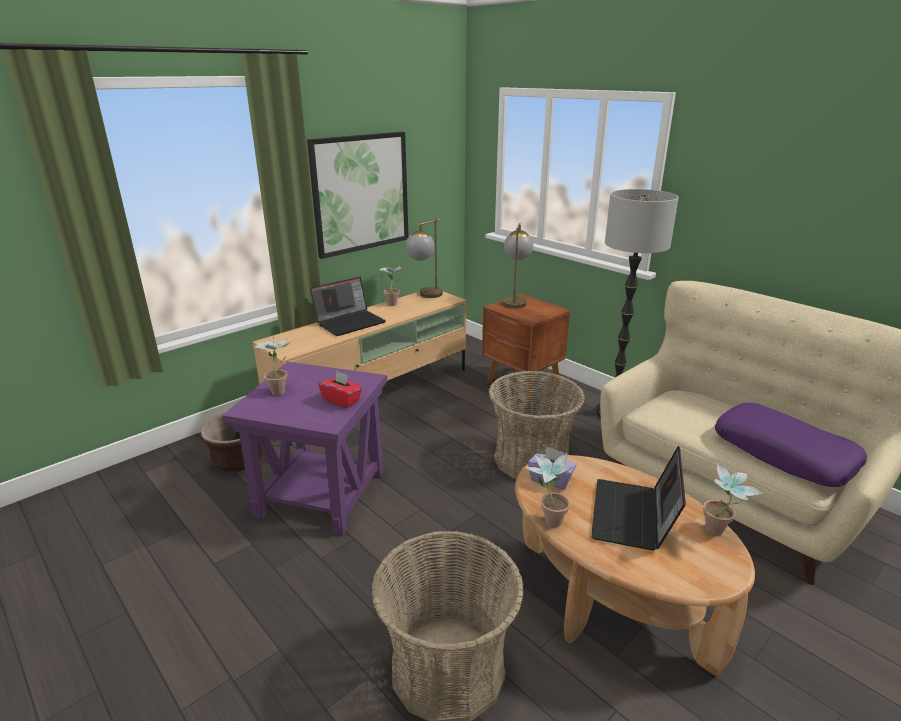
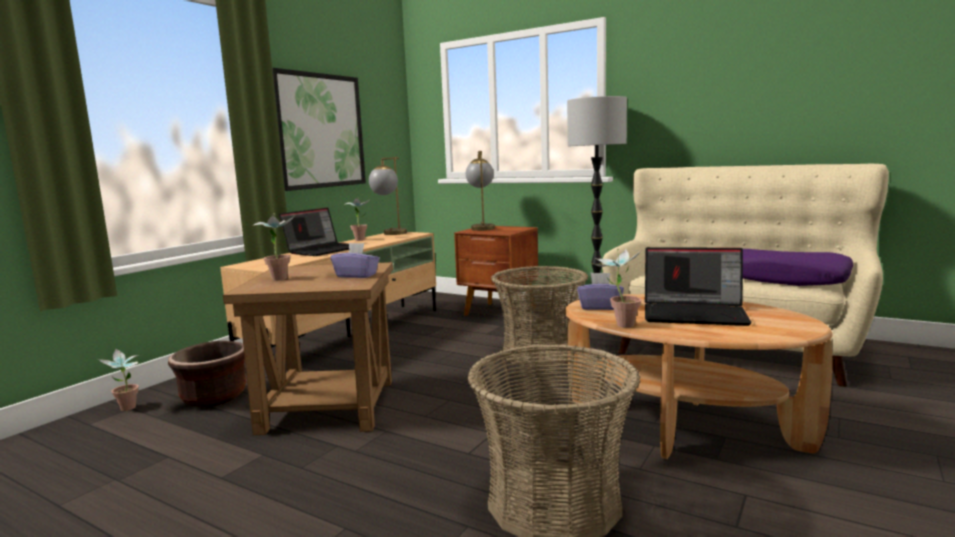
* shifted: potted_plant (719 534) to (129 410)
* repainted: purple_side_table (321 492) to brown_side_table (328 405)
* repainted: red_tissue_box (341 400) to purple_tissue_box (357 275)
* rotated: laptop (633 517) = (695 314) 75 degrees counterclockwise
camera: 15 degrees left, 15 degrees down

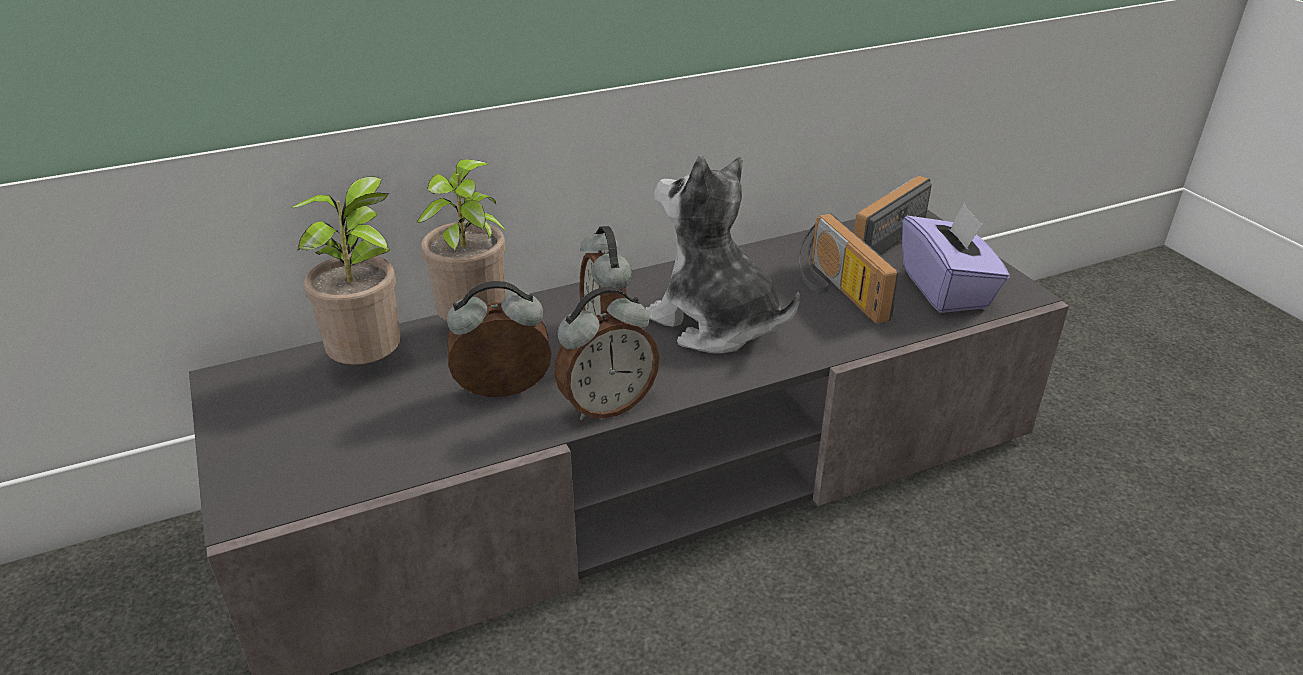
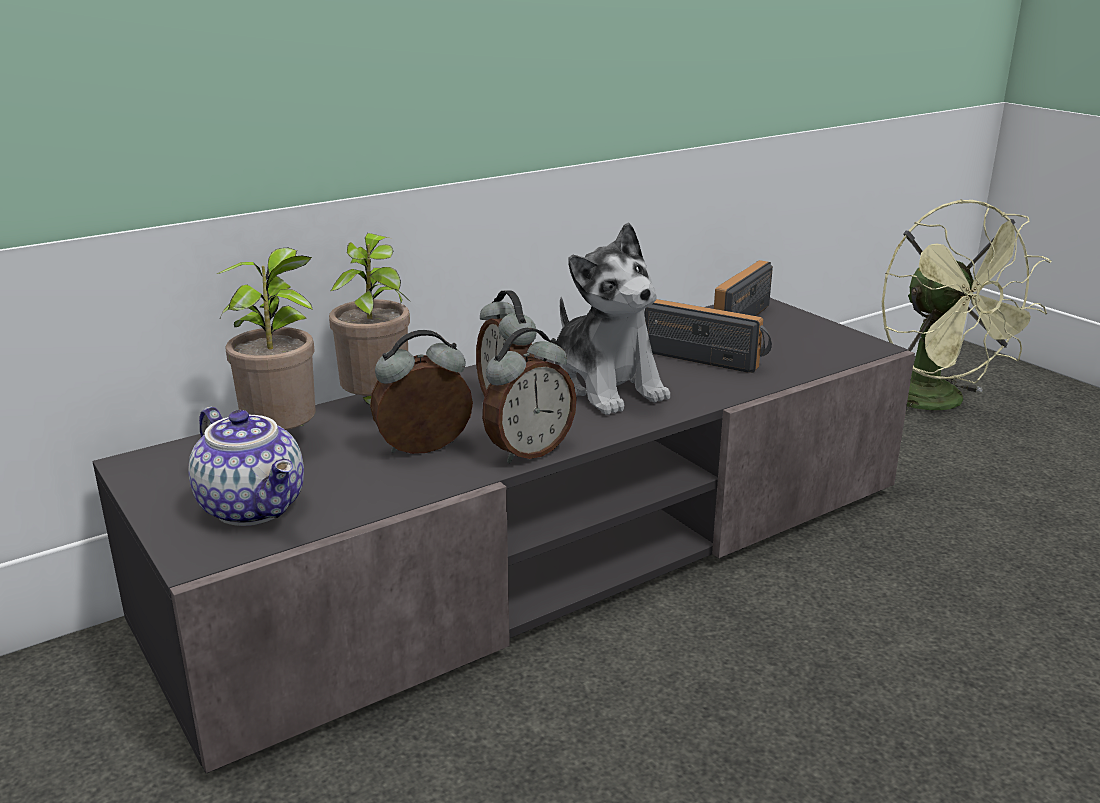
* gone: purple_tissue_box (946 289)
* new: teapot (255 507)
* new: green_fan (938 403)
* rotated: plush_toy (714 323) = (605 386) 150 degrees counterclockwise
* rotated: radio (836 291) = (708 356) 150 degrees clockwise
camera: 10 degrees left, 10 degrees down

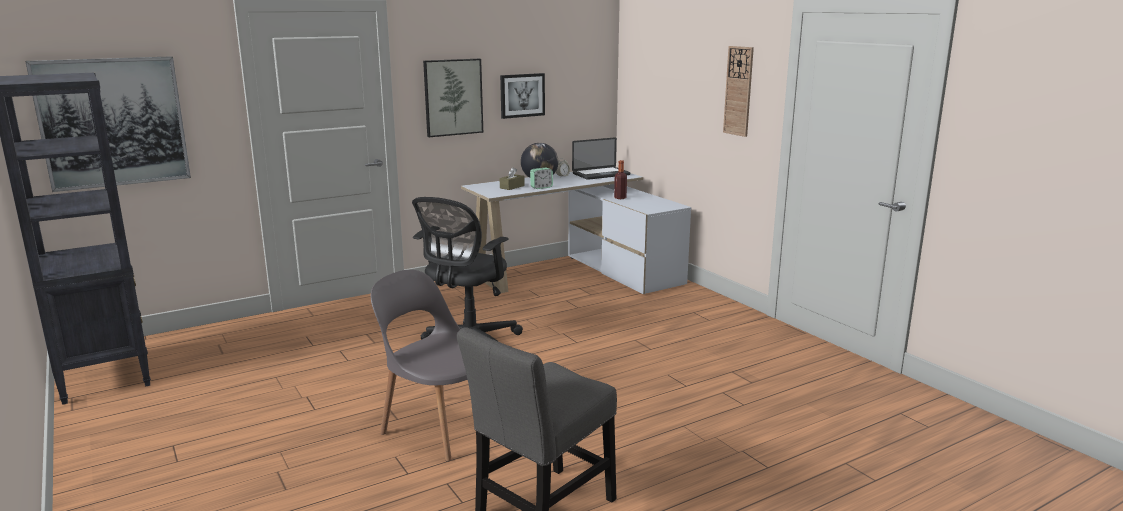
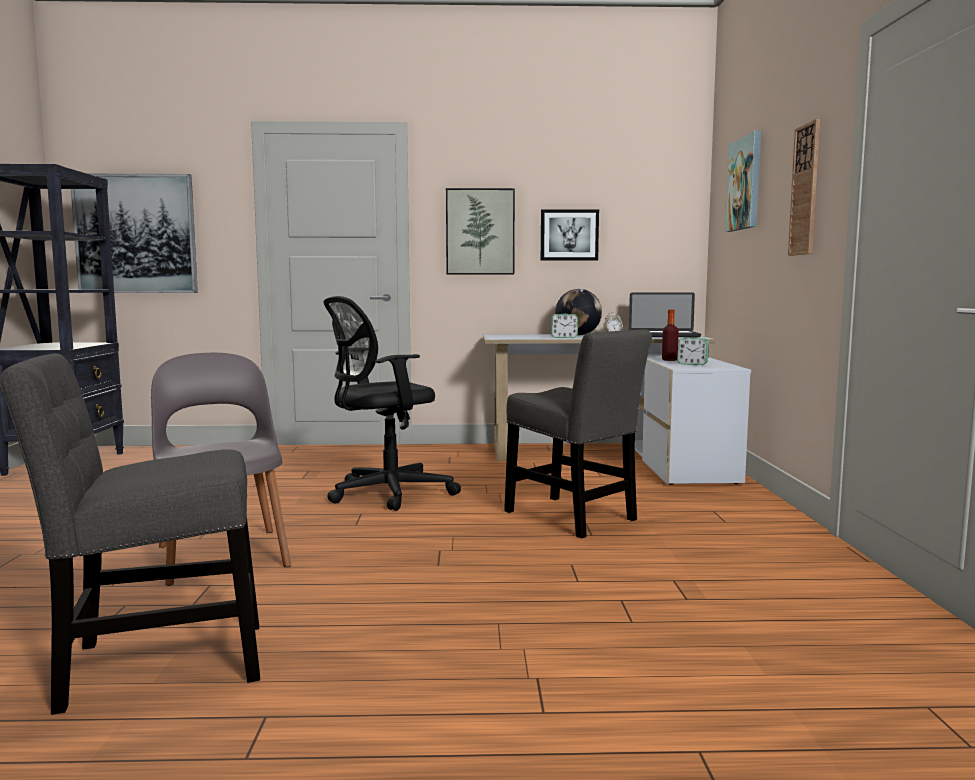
* gone: brown_tissue_box (512 187)
* new: grey_chair (574 518)
* new: alarm_clock (692 364)
* new: picture (745 184)
camera: 30 degrees right, 10 degrees down

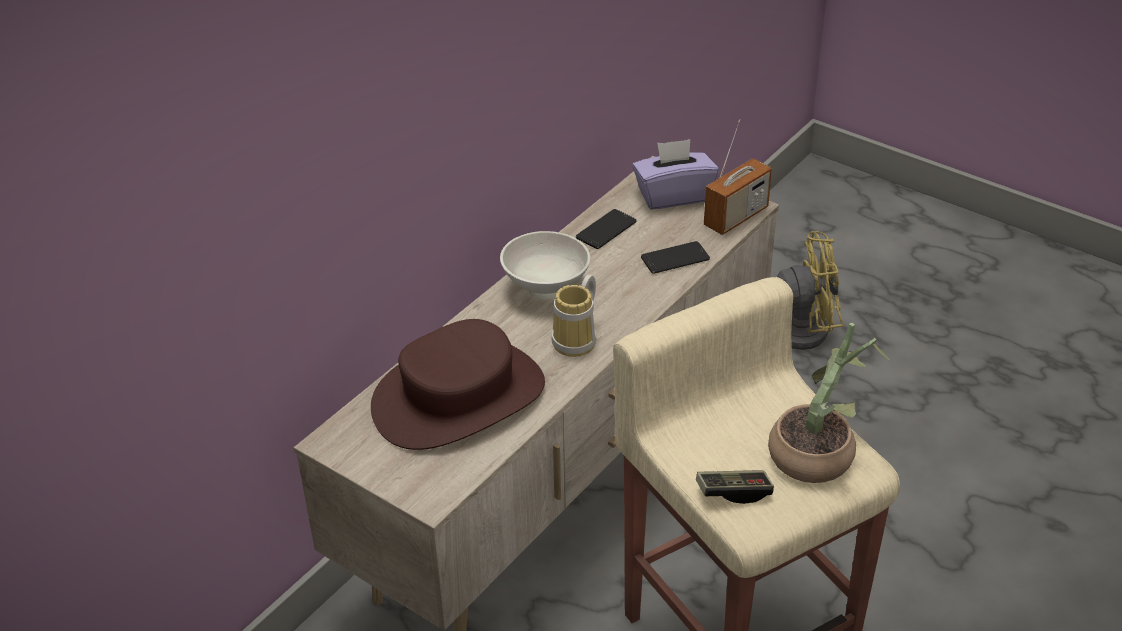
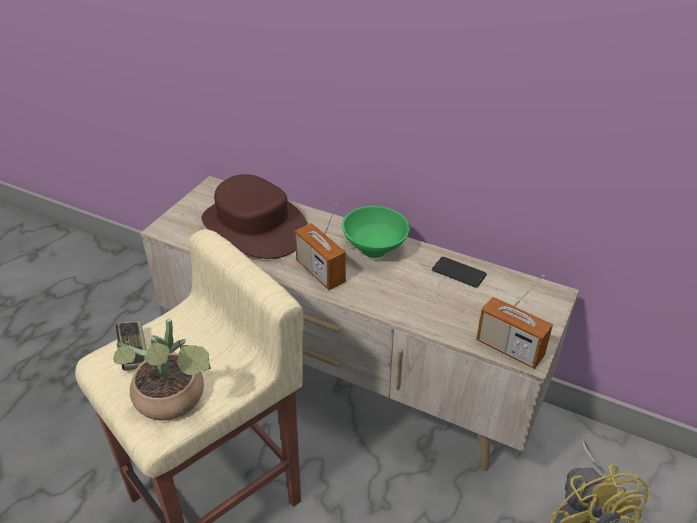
* gone: purple_tissue_box (673 195)
* gone: phone (675 258)
* swapped: mug (579 340) to radio (320 272)
* repainted: white_bowl (544 288) to green_bowl (375 249)
camera: 80 degrees right, 0 degrees up

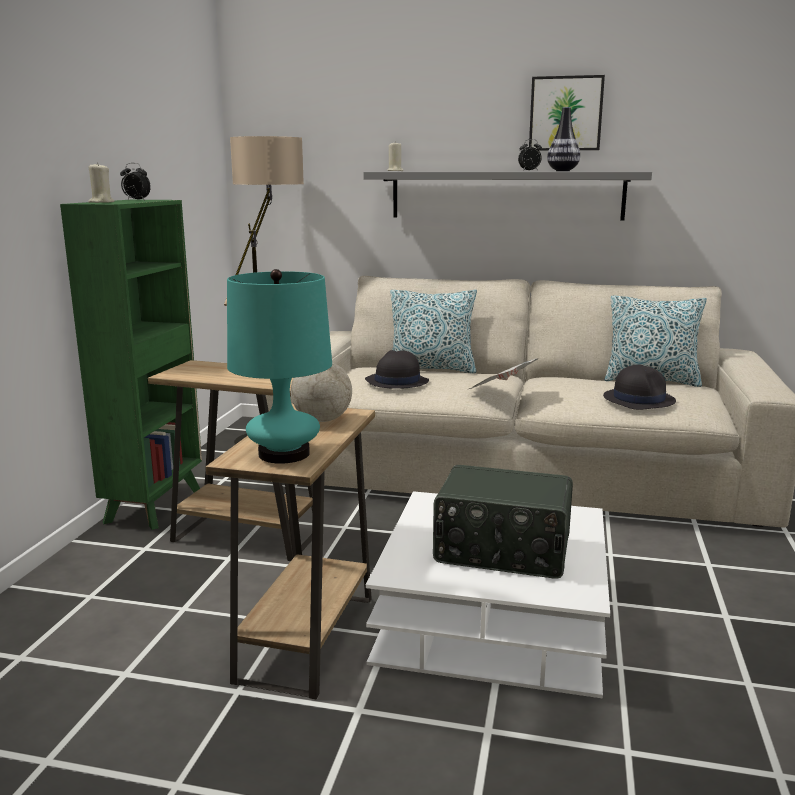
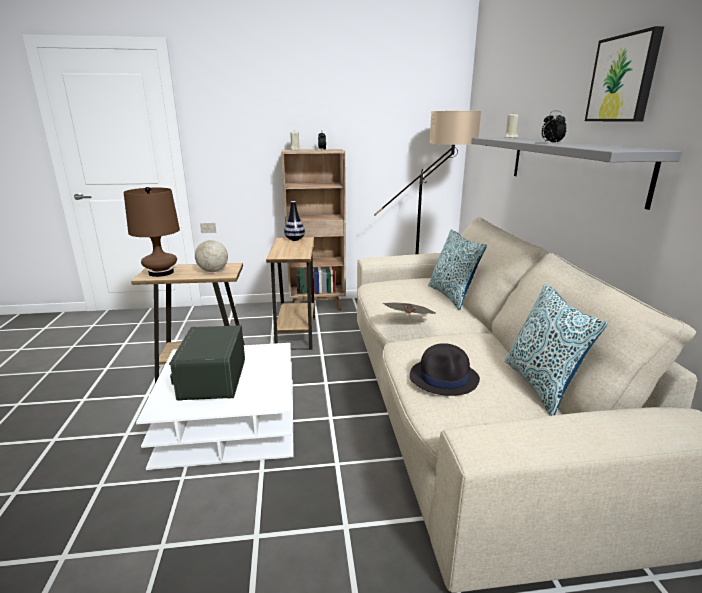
* gone: black_hat (396 381)
* shifted: vase (562 171) to (295 239)
* repainted: green_bookcase (156 505) to brown_bookcase (317 306)
* repainted: turquoise_table_lamp (284 454) to brown_table_lamp (161 272)
camera: 70 degrees right, 5 degrees up

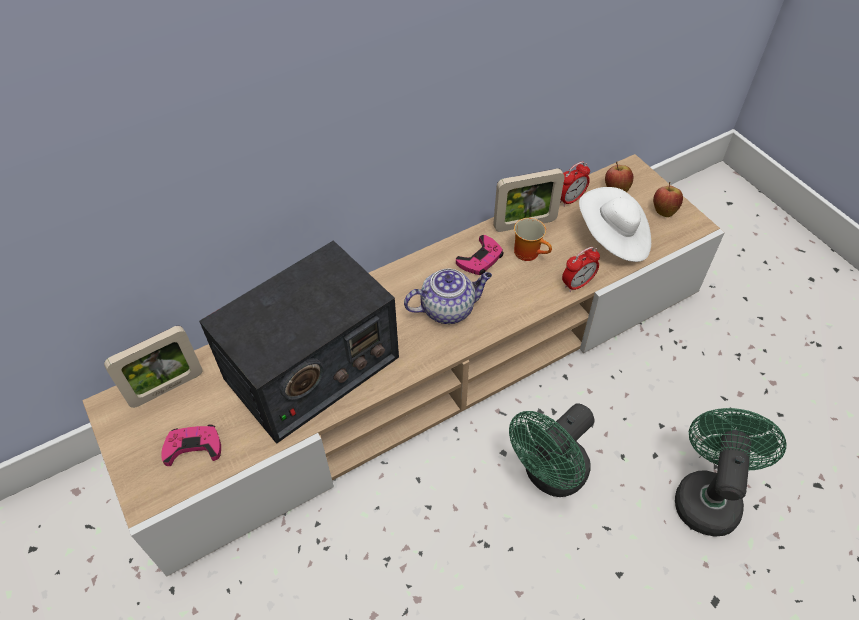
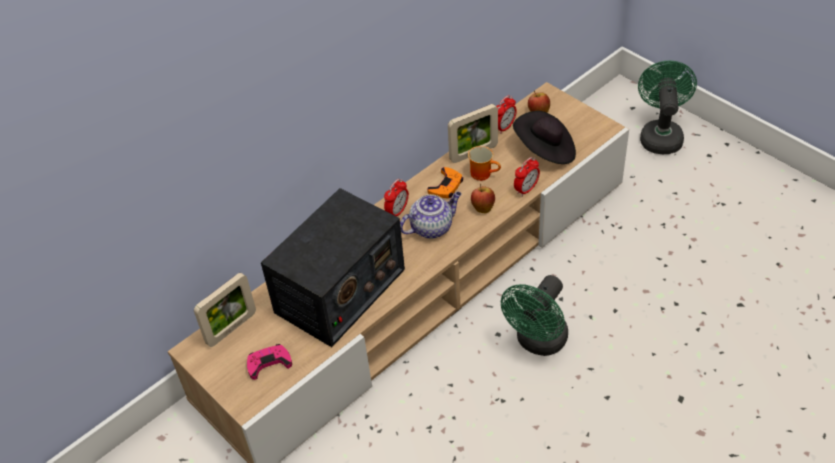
* new: alarm_clock (397 211)
* shifted: apple (664 210) to (483 208)
* shifted: green_fan (707 494) to (660 135)
* repainted: pink_game_controller (480 259) to orange_game_controller (446 186)
* repainted: white_hat (613 239) to black_hat (545 150)
camera: 10 degrees left, 5 degrees down

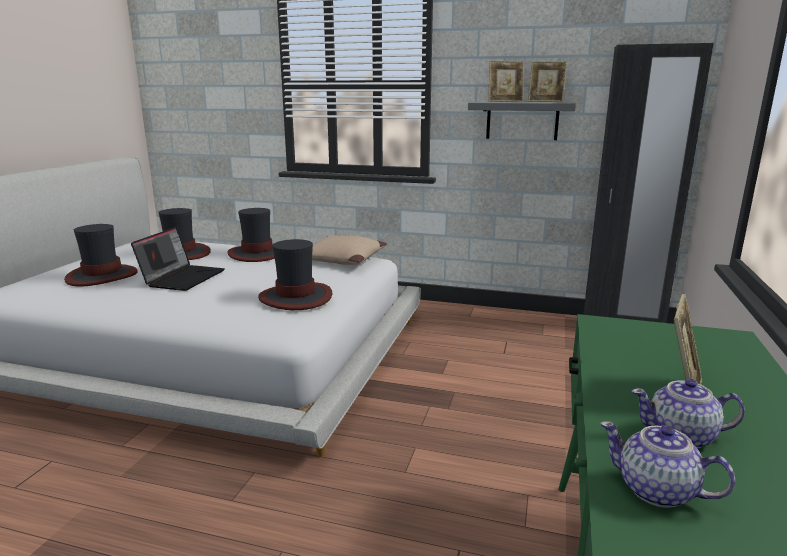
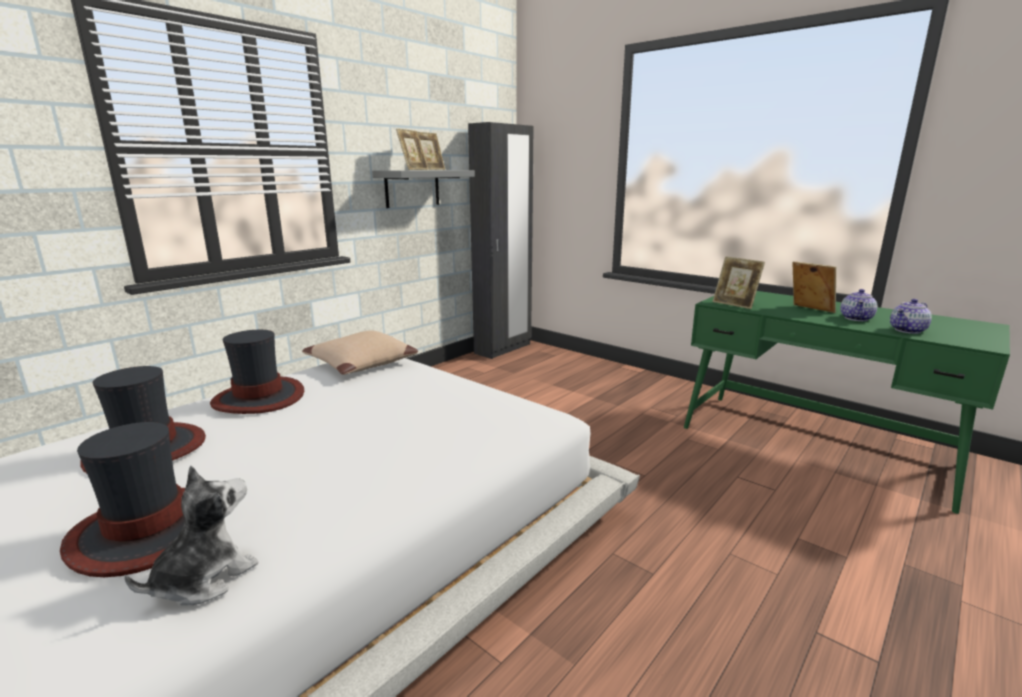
* gone: laptop (183 278)
* gone: hat (296 297)
* new: plush_toy (204 578)
* new: picture_frame (735 304)
camera: 65 degrees left, 0 degrees up

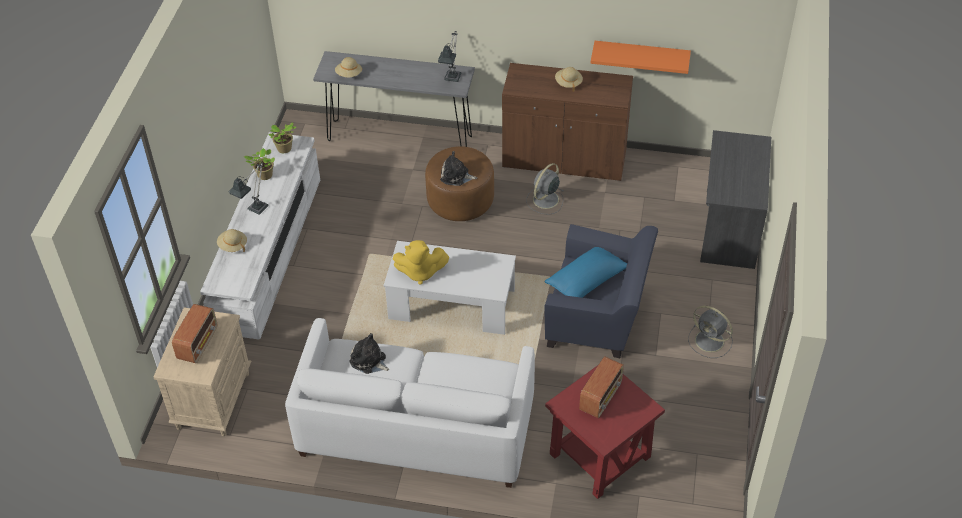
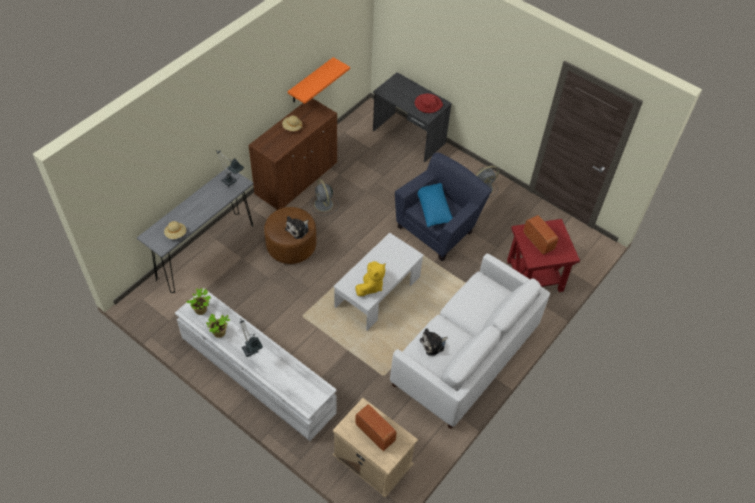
* gone: beige_hat (233 246)
* new: red_hat (428 104)
camera: 65 degrees left, 5 degrees up

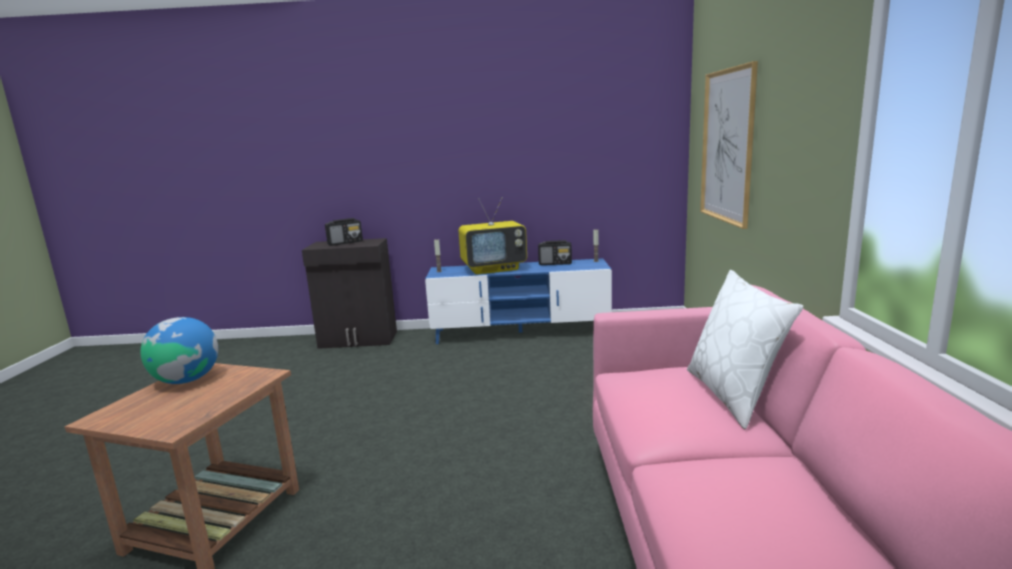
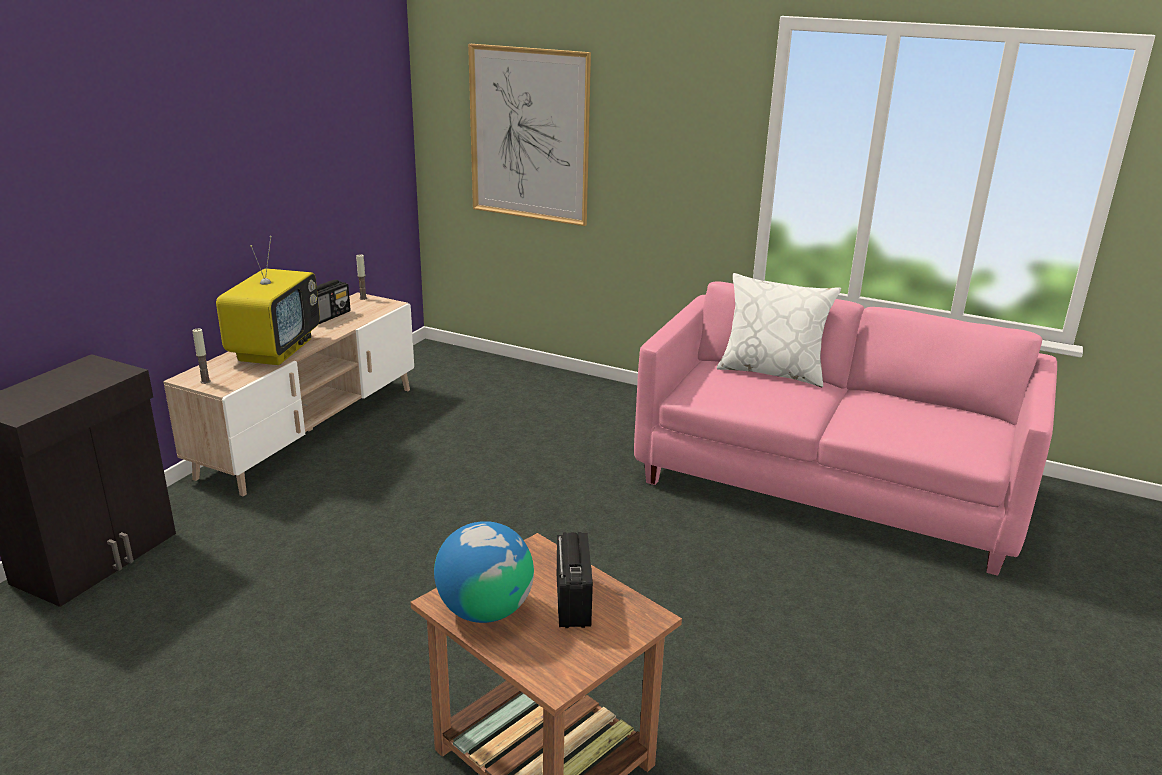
* shifted: radio (345 243) to (573 600)
* repainted: blue_tv_stand (520 332) to beige_tv_stand (311 430)
camera: 65 degrees left, 10 degrees up

